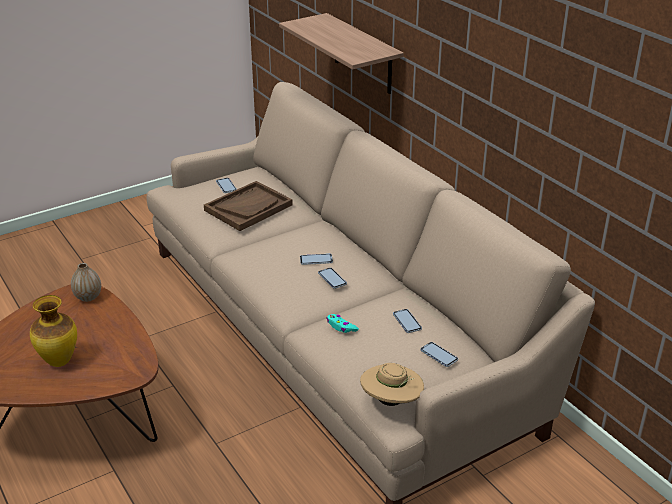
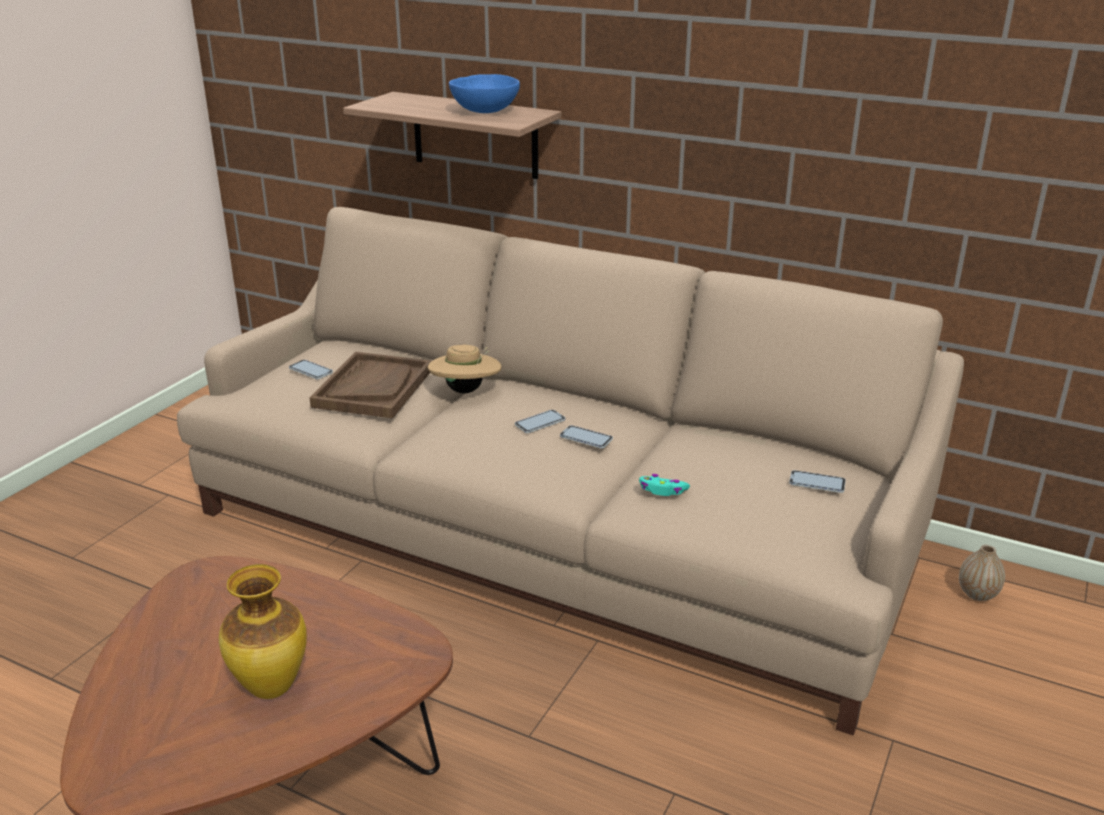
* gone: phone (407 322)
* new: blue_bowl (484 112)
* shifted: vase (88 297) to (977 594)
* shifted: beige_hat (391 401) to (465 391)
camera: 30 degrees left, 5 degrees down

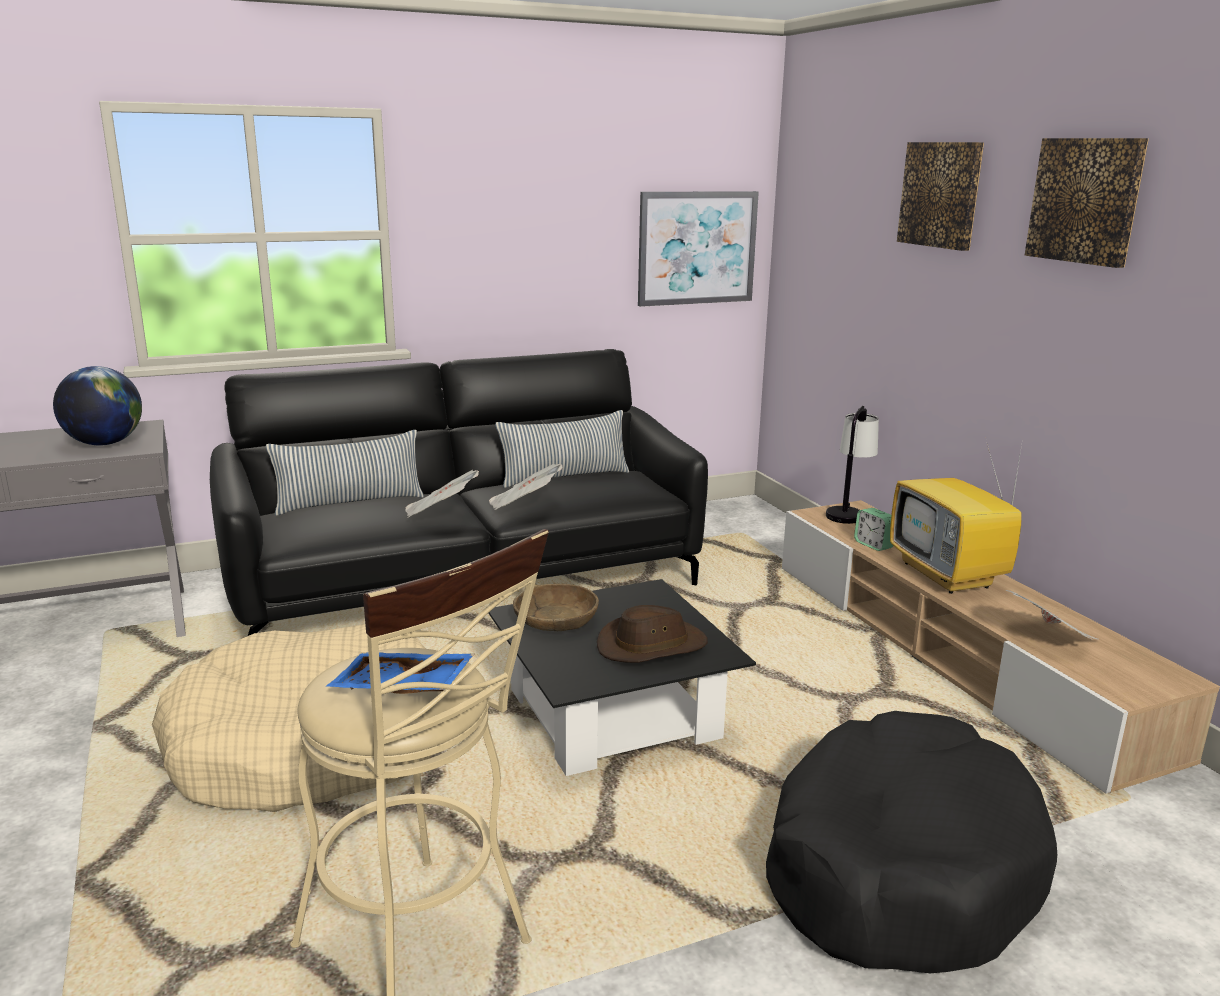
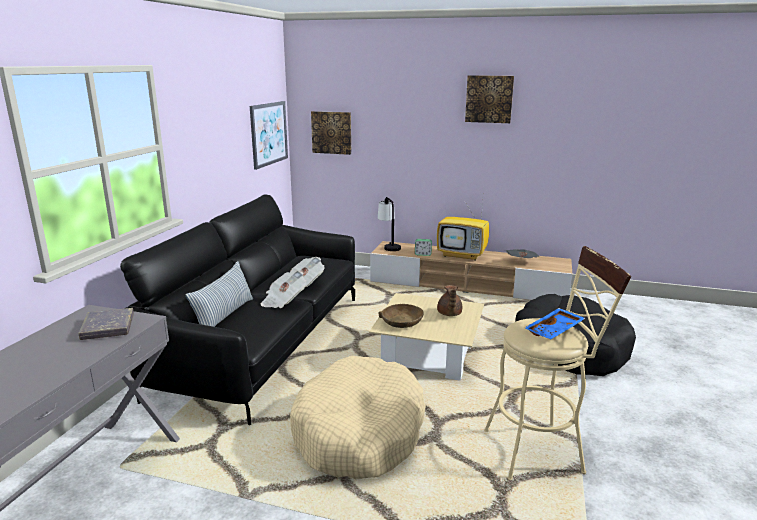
* gone: pillow (564 477)
* shifted: picture (941 195) to (331 132)
* swapped: globe (104 443) to grey_book (108 327)
* swapped: brown_hat (651 646) to brown_teapot (449 314)
* repainted: black_coffee_table (613 714) to beige_coffee_table (428 355)
camera: 50 degrees left, 0 degrees up

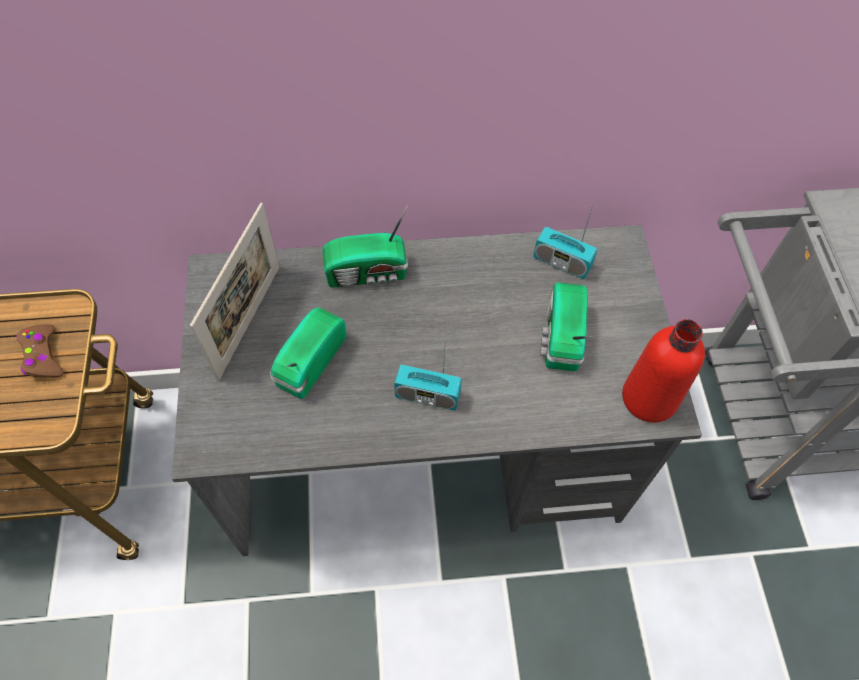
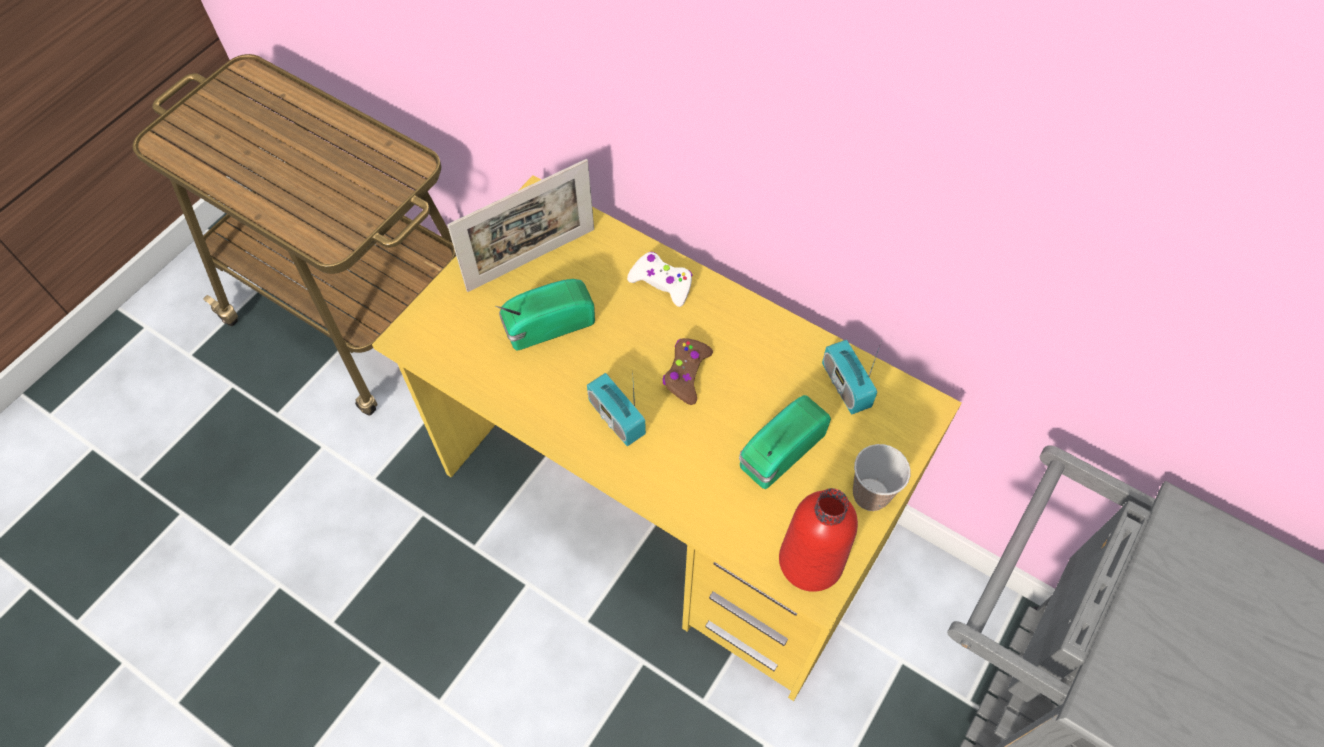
* new: cup (870 494)
* shifted: brown_game_controller (43 356) to (686 374)
* swapped: radio (369 273) to white_game_controller (662 283)
* repainted: grey_desk (426 458) to yellow_desk (664 507)
camera: 40 degrees right, 0 degrees up

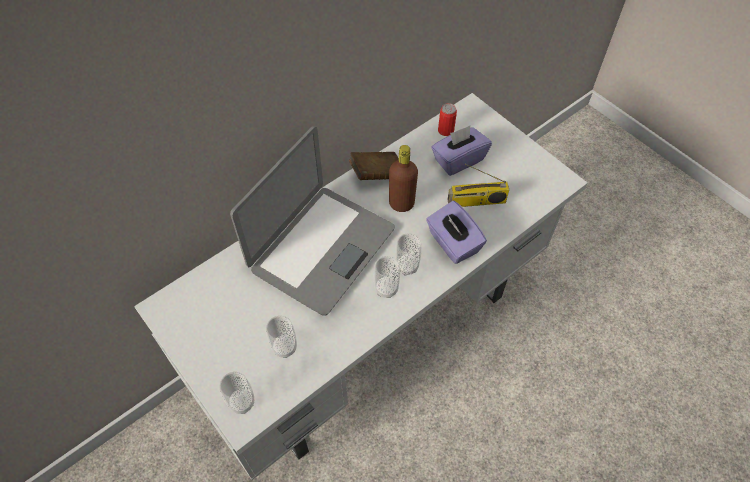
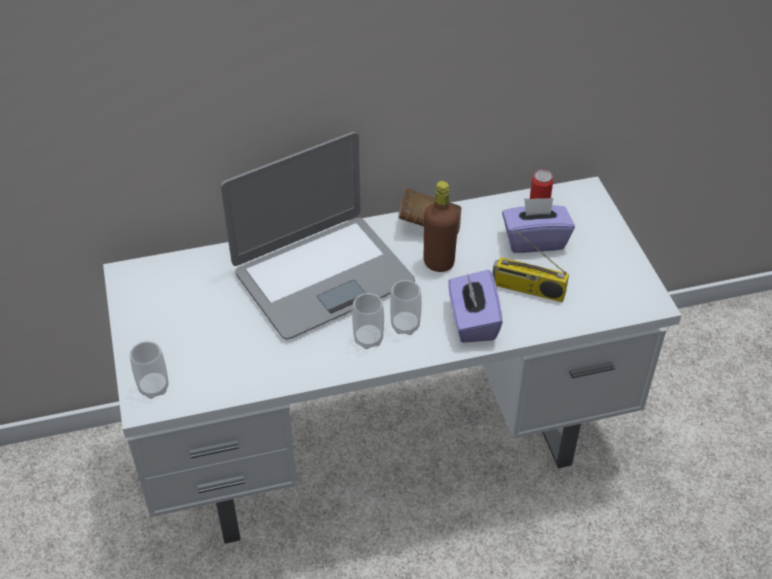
* gone: cup (284 347)
camera: 25 degrees right, 10 degrees down

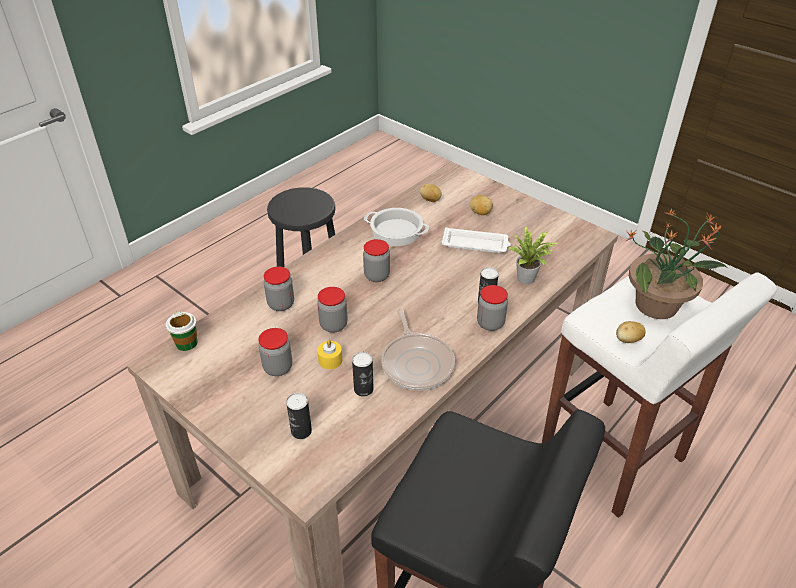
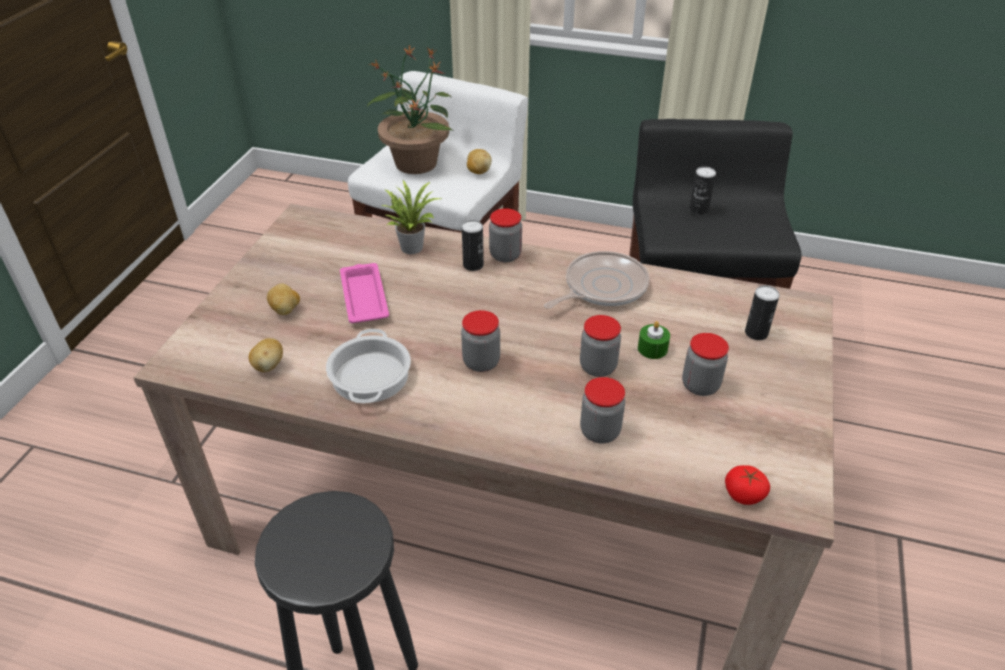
* shifted: can (363 389) to (698 210)
* swapped: cup (186 343) to tomato (743 494)
* repainted: yellow_candle (330 360) to green_candle (652 348)
* repainted: white_tray (476 244) to pink_tray (364 297)
camera: 115 degrees left, 0 degrees up

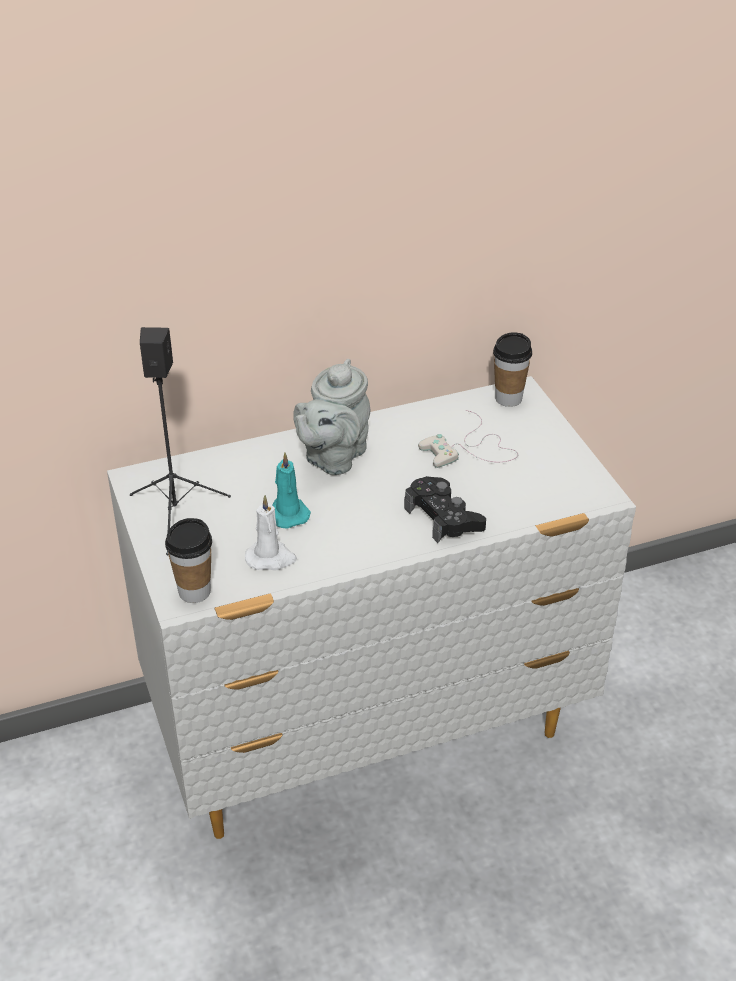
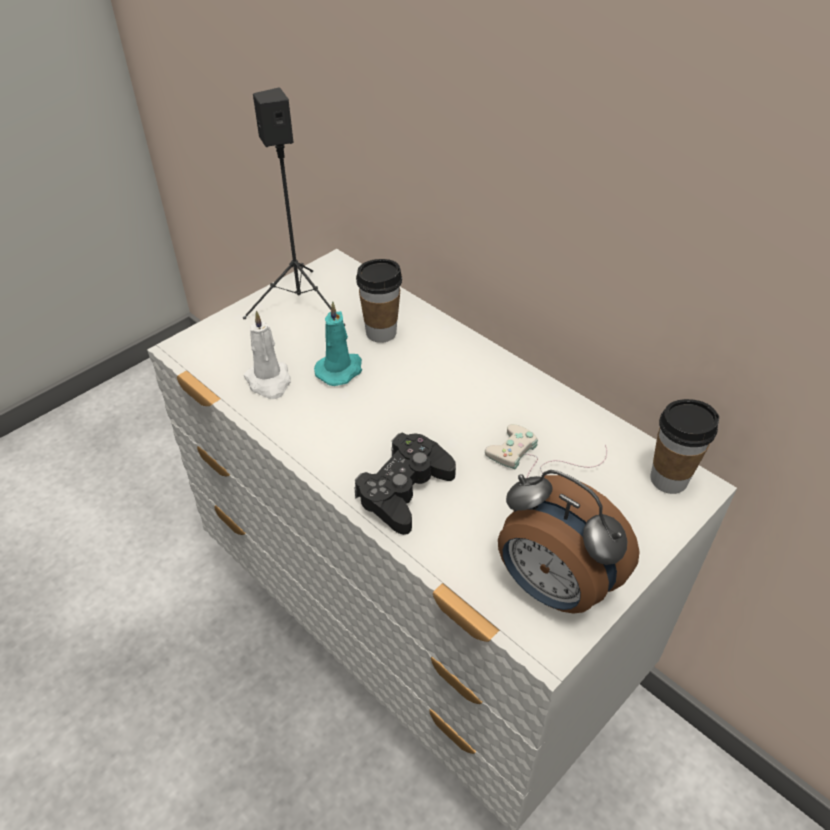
* gone: grey_teapot (333 457)
* new: alarm_clock (552 587)
* shifted: cup (194 592) to (381 333)
camera: 65 degrees right, 5 degrees up

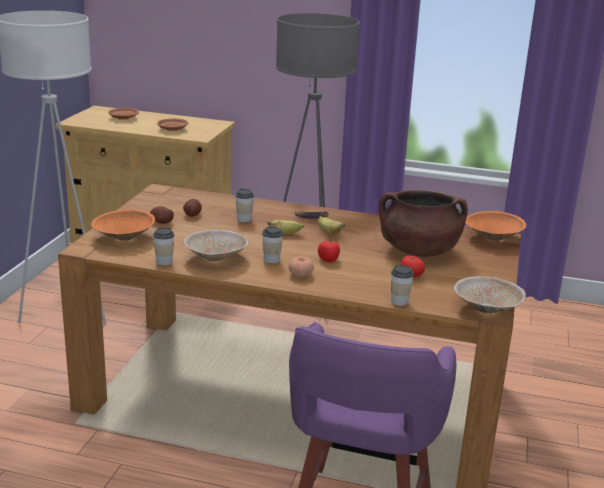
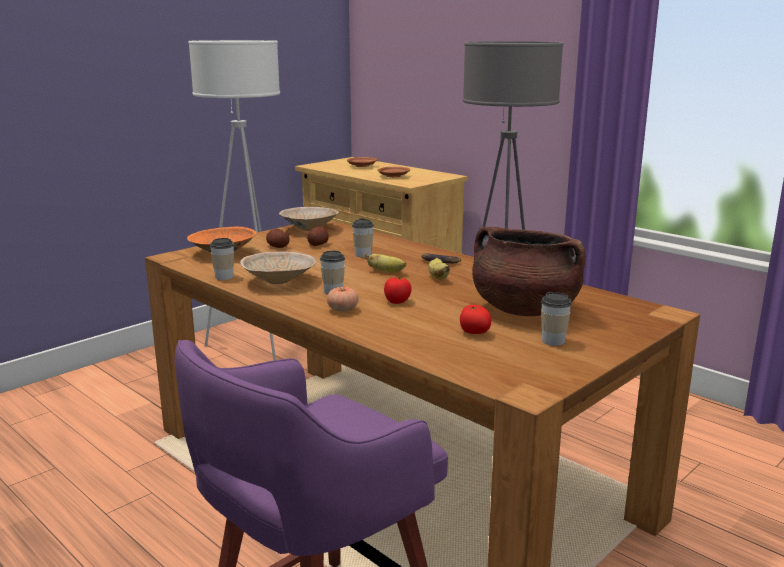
* gone: orange_bowl (492 237)
* shifted: cup (399 301) to (553 341)
* shifted: beige_bowl (486 308) to (310 228)
camera: 30 degrees right, 5 degrees down

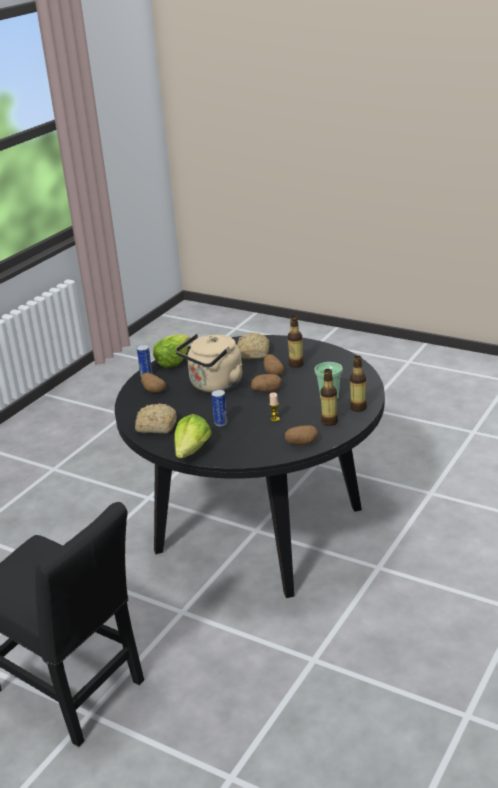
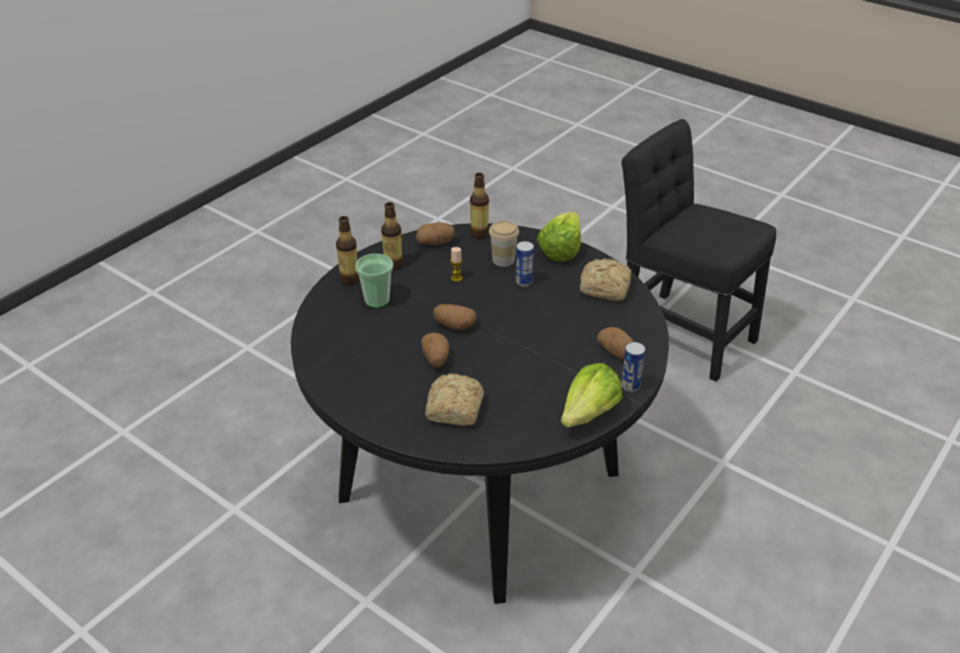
* gone: beige_kettle (214 385)
* new: cup (503 260)
* shifted: bottle (296 364) to (479 234)
camera: 175 degrees left, 10 degrees up

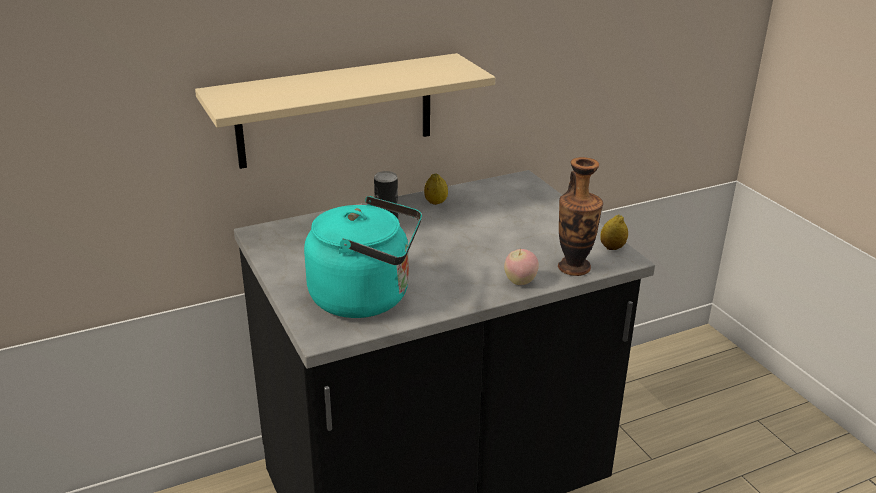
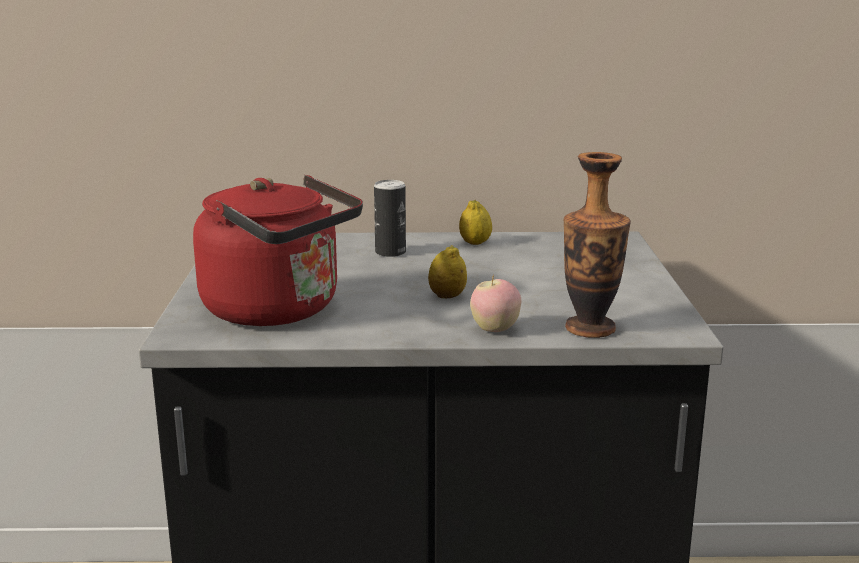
* gone: beige_shelf (336 111)
* shifted: lemon (612 247) to (447 296)
* repainted: turquoise_kettle (366 298) to red_kettle (279 311)
camera: 25 degrees right, 10 degrees down

